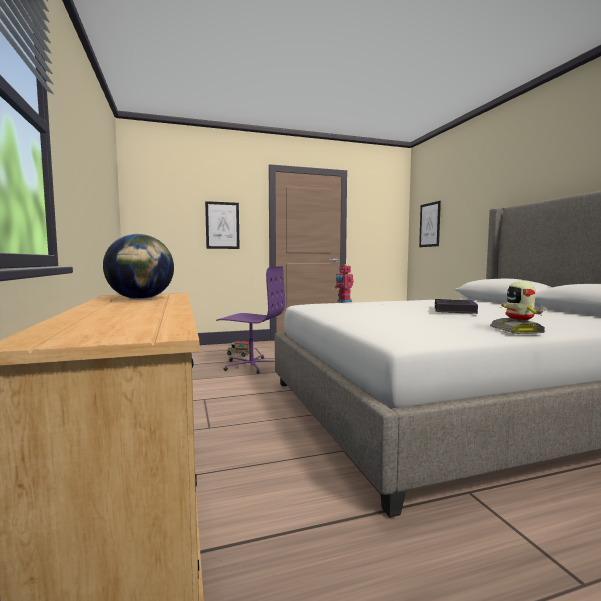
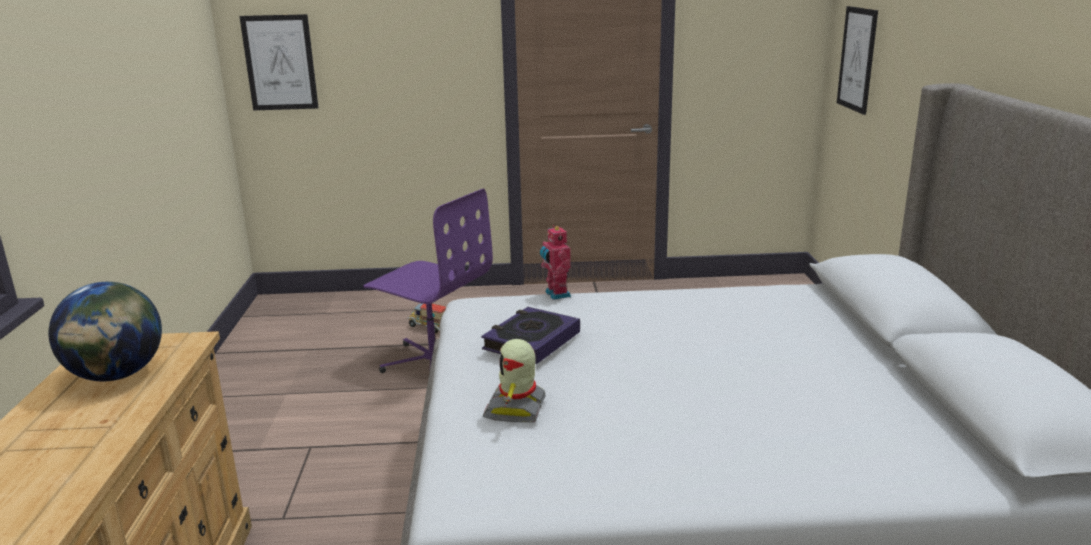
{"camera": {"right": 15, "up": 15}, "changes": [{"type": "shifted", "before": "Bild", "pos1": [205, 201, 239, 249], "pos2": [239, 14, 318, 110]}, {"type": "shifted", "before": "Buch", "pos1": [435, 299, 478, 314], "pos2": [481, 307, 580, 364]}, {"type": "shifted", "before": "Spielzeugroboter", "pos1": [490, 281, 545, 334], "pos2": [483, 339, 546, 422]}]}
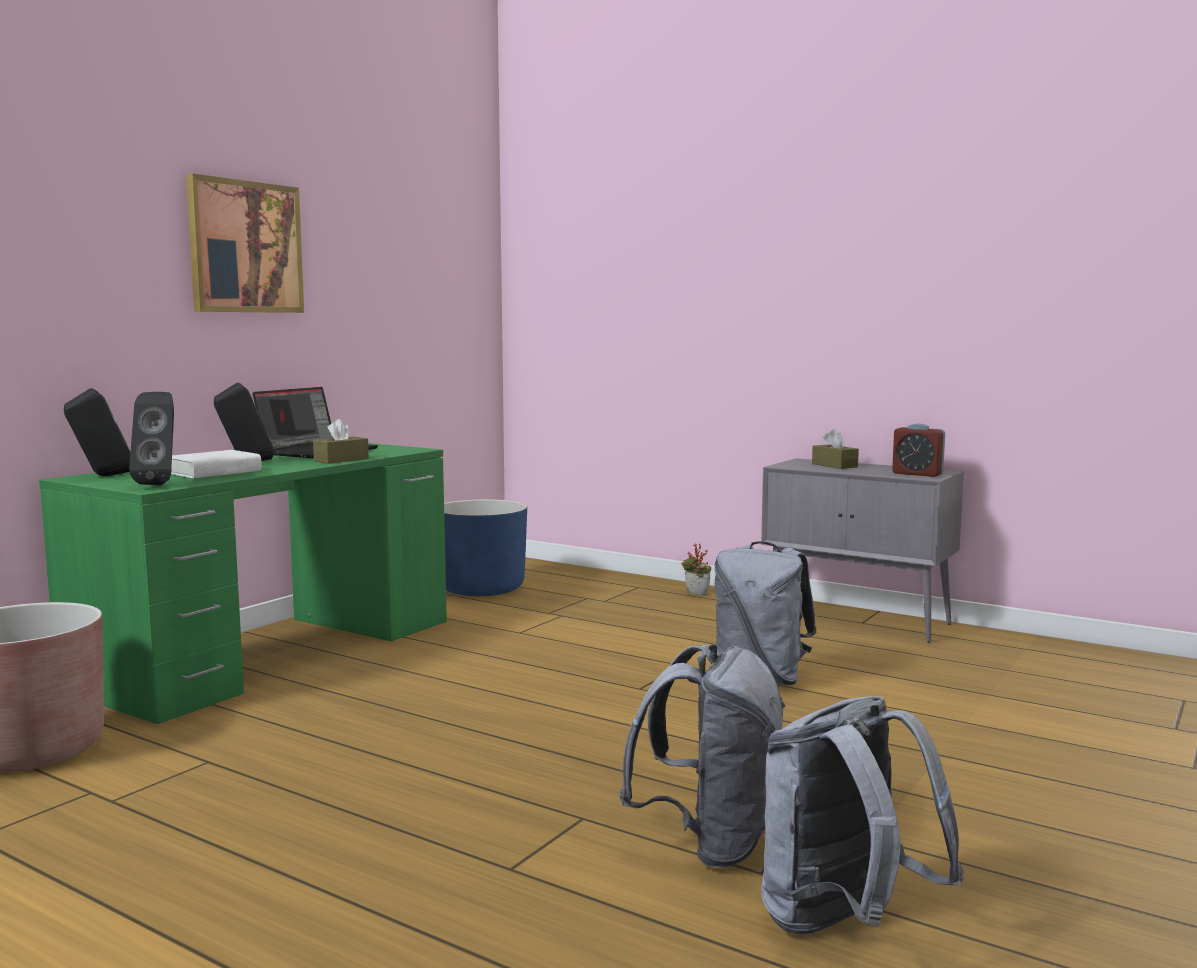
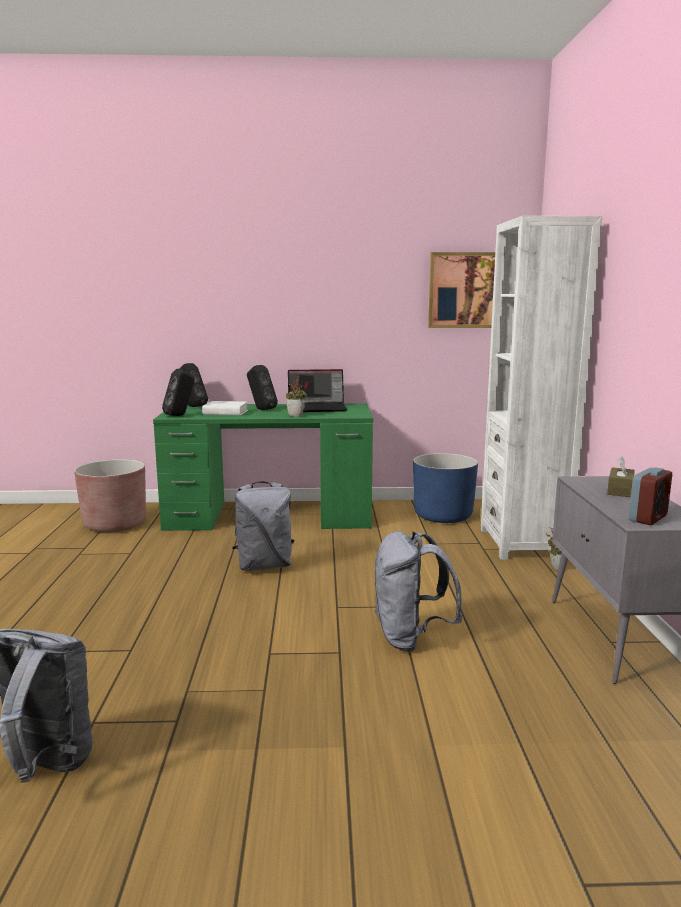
{"camera": {"right": 55, "up": 5}, "changes": [{"type": "shifted", "before": "Rucksack [grau]", "pos1": [619, 645, 786, 868], "pos2": [232, 481, 294, 571]}, {"type": "swapped", "before": "Taschentuchbox [braun]", "after": "Topfpflanze", "pos1": [313, 419, 369, 464], "pos2": [286, 376, 307, 417]}, {"type": "shifted", "before": "Bild", "pos1": [186, 173, 304, 313], "pos2": [428, 252, 495, 328]}, {"type": "new", "after": "Bücherregal [weiß]", "pos2": [481, 216, 602, 560]}, {"type": "rotated", "before": "Wecker", "pos1": [892, 424, 945, 477], "pos2": [629, 467, 672, 525], "turn": -135}]}
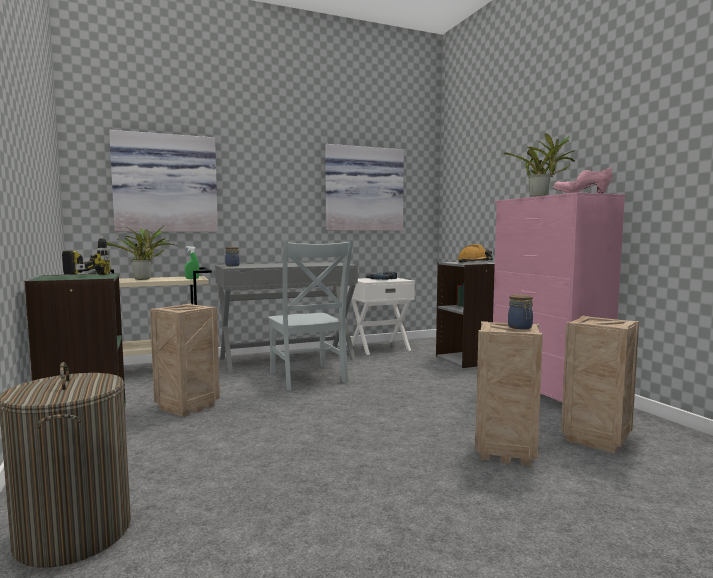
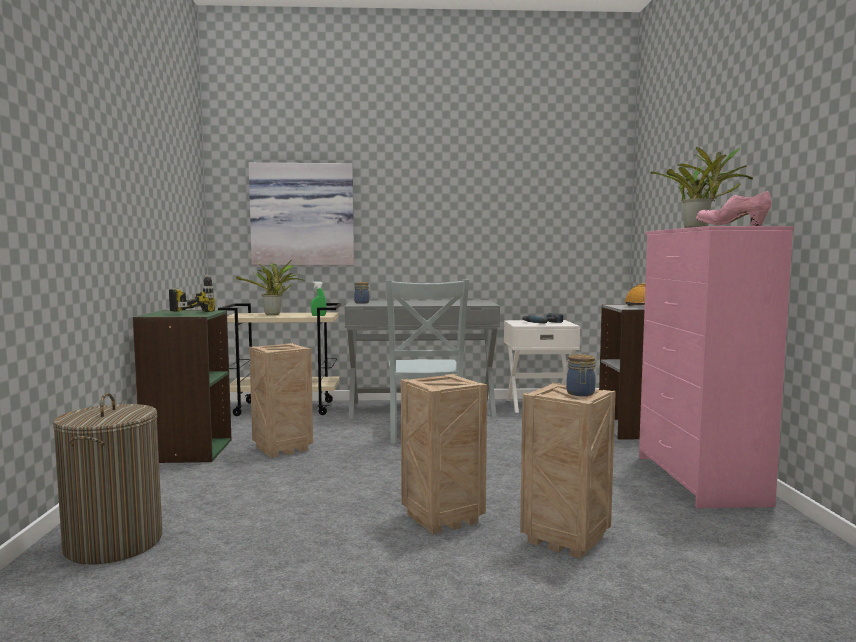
{"camera": {"right": 20, "up": 0}, "changes": [{"type": "shifted", "before": "Kiste", "pos1": [561, 316, 639, 453], "pos2": [401, 374, 487, 534]}, {"type": "gone", "before": "Bild", "pos1": [325, 144, 404, 231]}]}
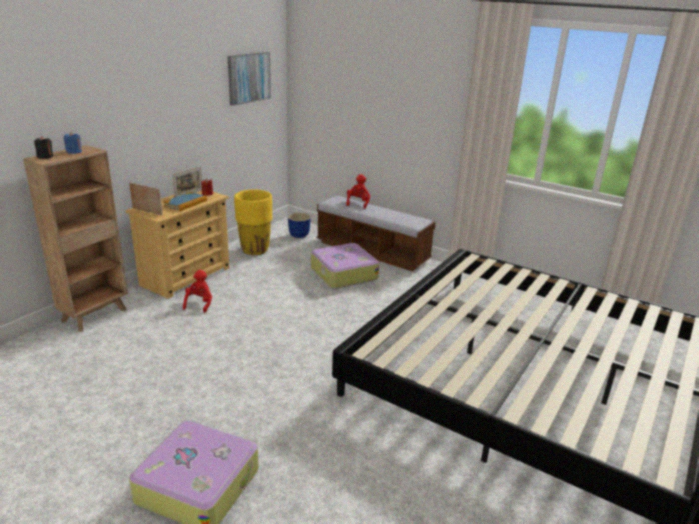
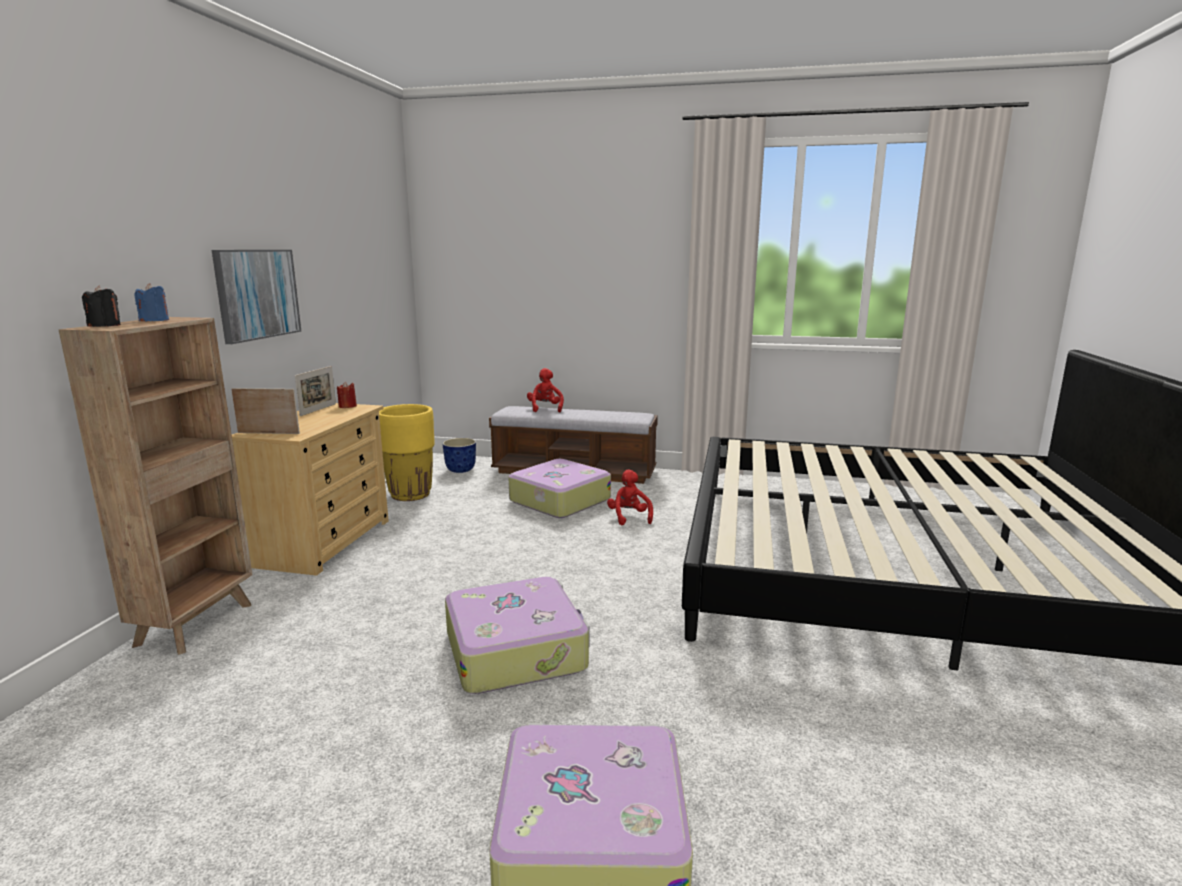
{"camera": {"right": -20, "up": -10}, "changes": [{"type": "shifted", "before": "Bild", "pos1": [227, 52, 271, 106], "pos2": [212, 250, 301, 344]}, {"type": "new", "after": "Koffer", "pos2": [445, 577, 590, 694]}, {"type": "shifted", "before": "Plüschtier [rot]", "pos1": [183, 270, 212, 313], "pos2": [607, 470, 653, 525]}, {"type": "gone", "before": "Buch", "pos1": [164, 192, 207, 211]}]}
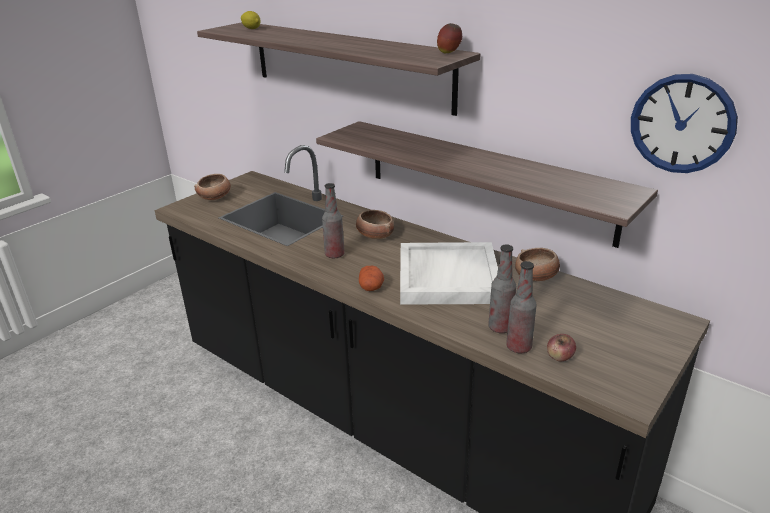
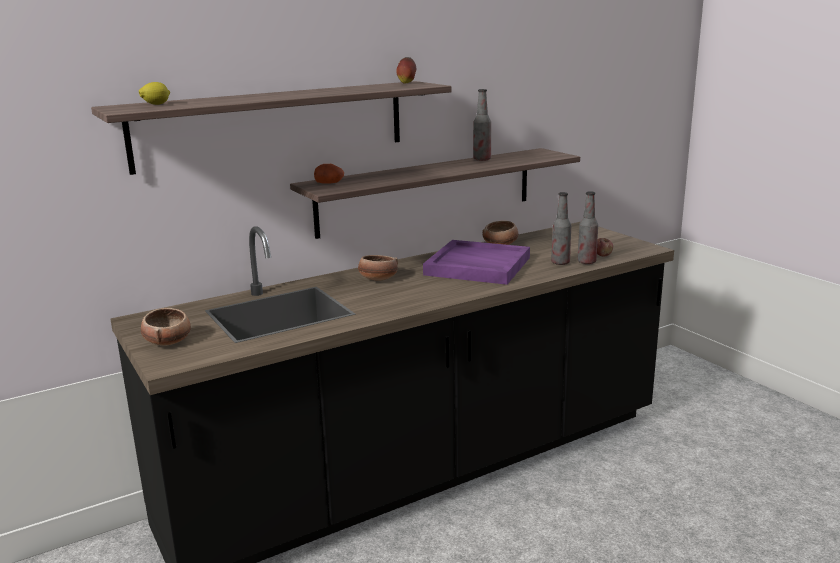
{"camera": {"right": -70, "up": -10}, "changes": [{"type": "shifted", "before": "Kartoffel", "pos1": [359, 266, 384, 291], "pos2": [314, 164, 344, 184]}, {"type": "repainted", "before": "Tablett [weiß]", "after": "Tablett [lila]", "pos1": [400, 242, 498, 305], "pos2": [423, 240, 530, 285]}, {"type": "shifted", "before": "Flasche", "pos1": [322, 183, 345, 258], "pos2": [473, 89, 491, 161]}, {"type": "gone", "before": "Wanduhr", "pos1": [631, 74, 738, 173]}]}
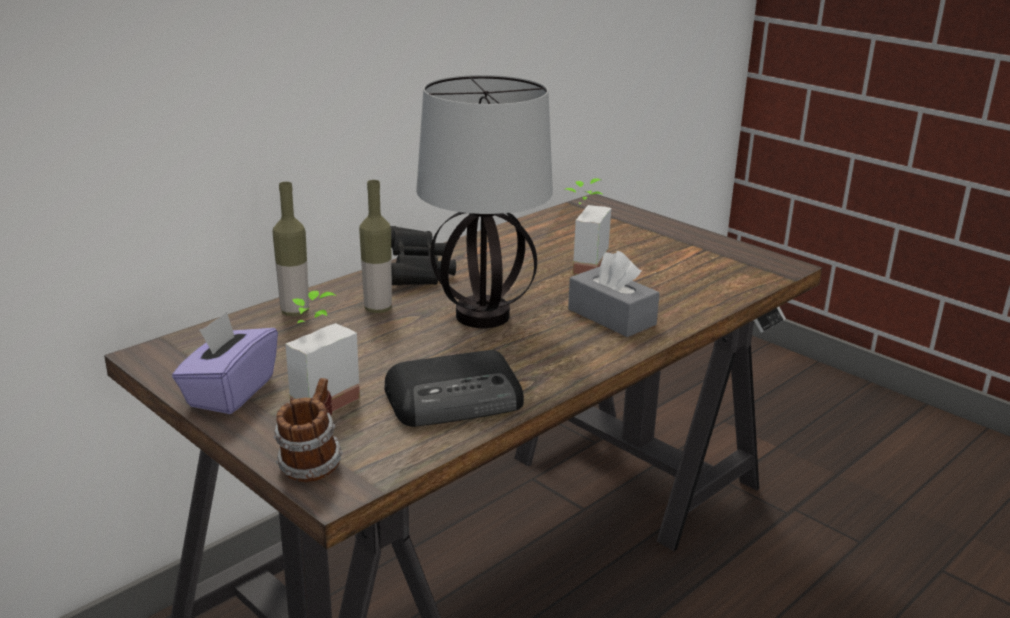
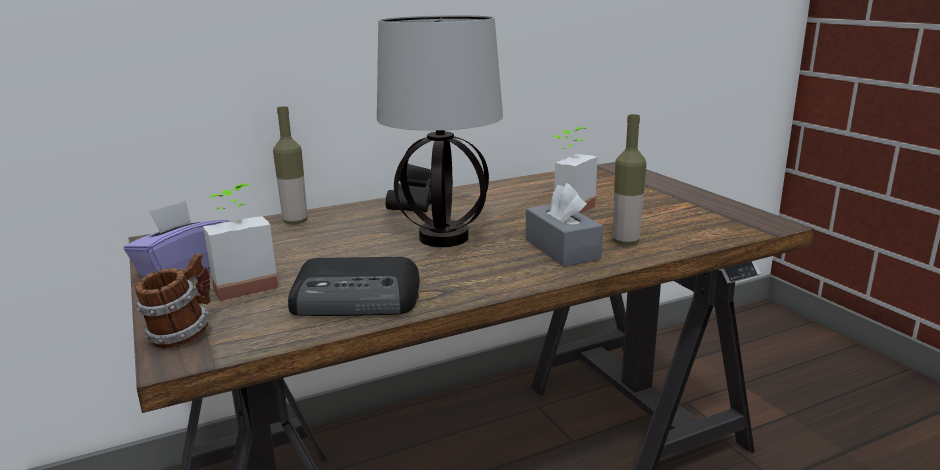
{"camera": {"right": 20, "up": -5}, "changes": [{"type": "shifted", "before": "Flasche", "pos1": [359, 180, 392, 313], "pos2": [613, 114, 646, 245]}]}
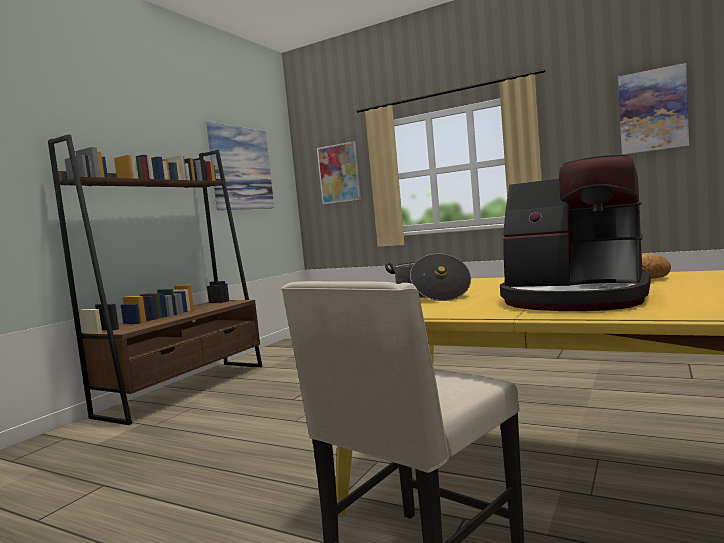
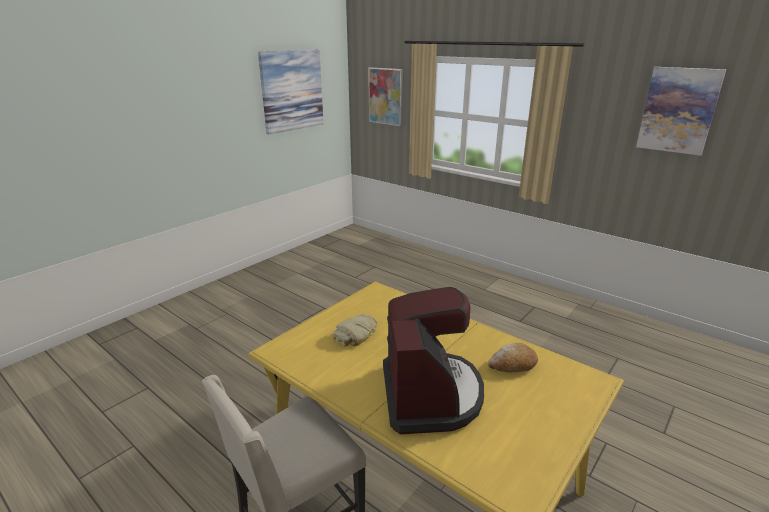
{"camera": {"right": 10, "up": 20}, "changes": [{"type": "swapped", "before": "Kochtopf", "after": "Brot", "pos1": [385, 254, 471, 301], "pos2": [333, 314, 377, 347]}, {"type": "rotated", "before": "Kaffeemaschine", "pos1": [500, 155, 650, 311], "pos2": [383, 287, 484, 434], "turn": -135}, {"type": "gone", "before": "Bücherregal [braun]", "pos1": [48, 134, 263, 425]}]}
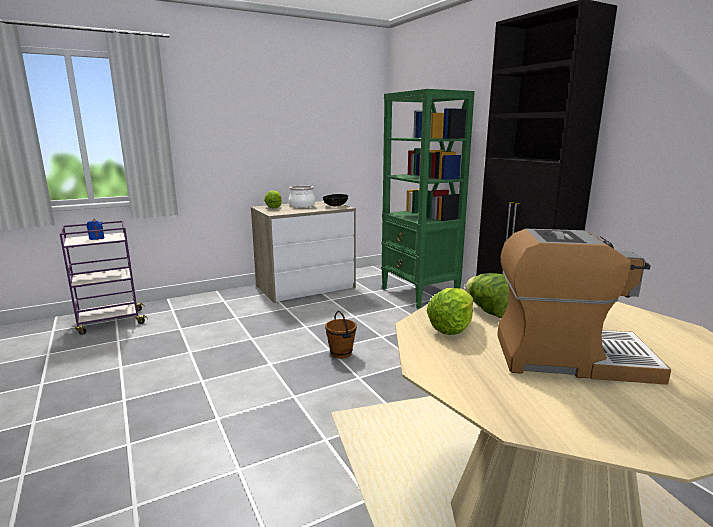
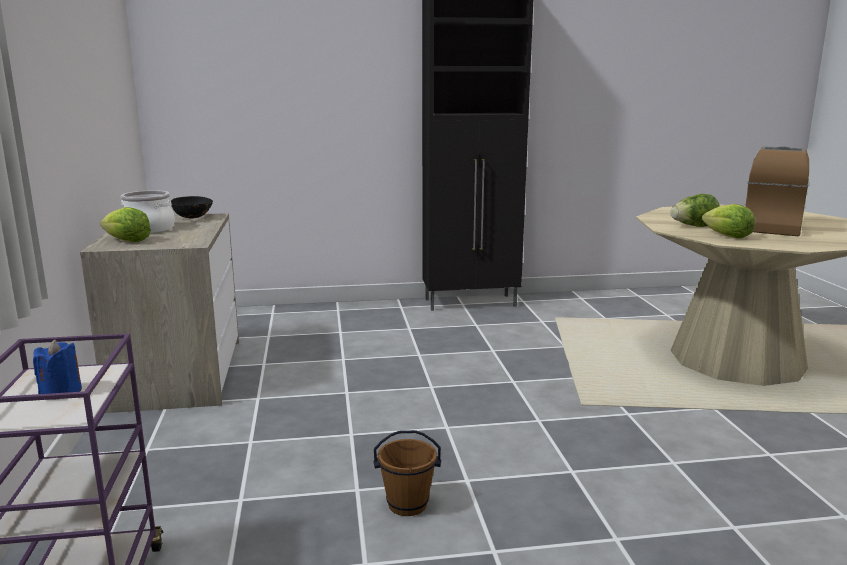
{"camera": {"right": -70, "up": 0}, "changes": [{"type": "shifted", "before": "Eimer [braun]", "pos1": [325, 311, 357, 359], "pos2": [374, 430, 441, 516]}, {"type": "gone", "before": "Bücherregal [grün]", "pos1": [381, 89, 475, 309]}]}
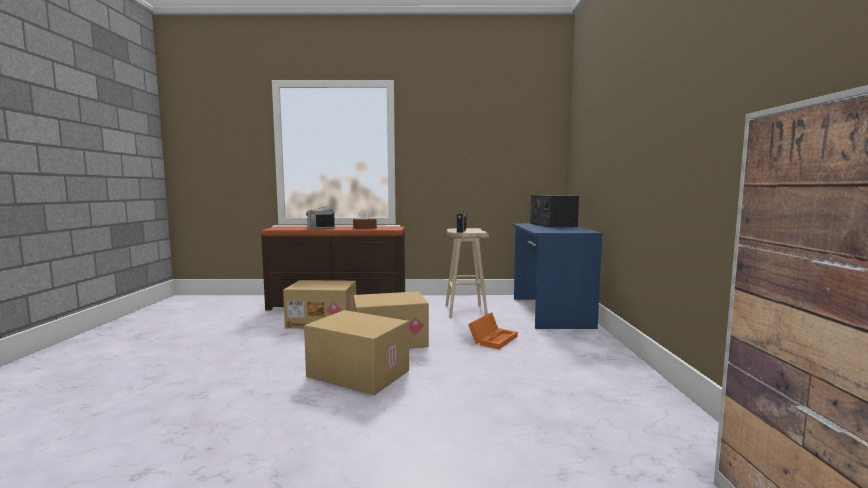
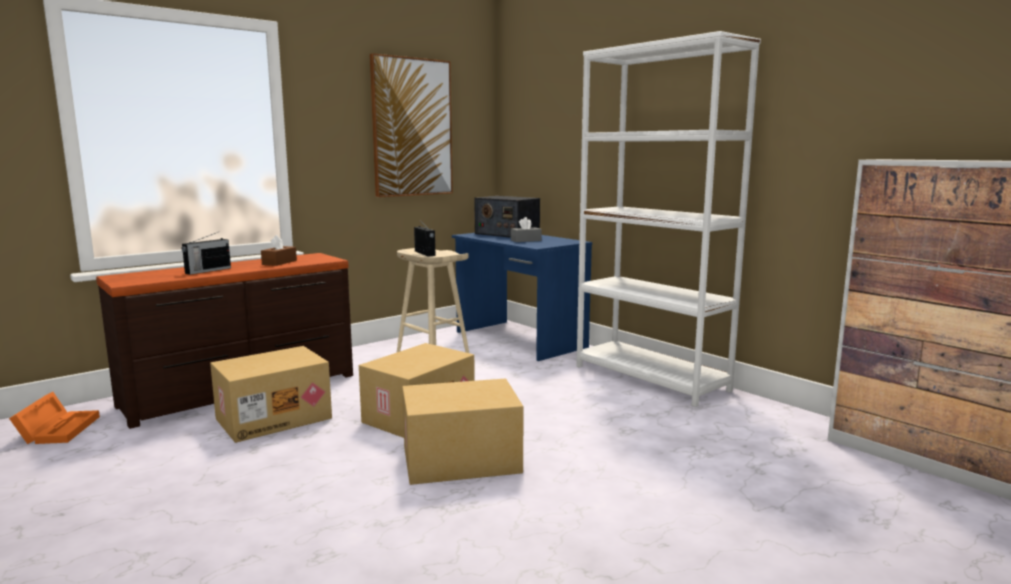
{"camera": {"right": -40, "up": 5}, "changes": [{"type": "shifted", "before": "Aufbewahrungsbox [orange]", "pos1": [468, 313, 518, 349], "pos2": [9, 392, 100, 444]}, {"type": "new", "after": "Bild", "pos2": [370, 53, 453, 197]}, {"type": "new", "after": "Taschentuchbox [grau]", "pos2": [511, 217, 542, 242]}, {"type": "new", "after": "Bücherregal [weiß]", "pos2": [576, 31, 761, 407]}]}
